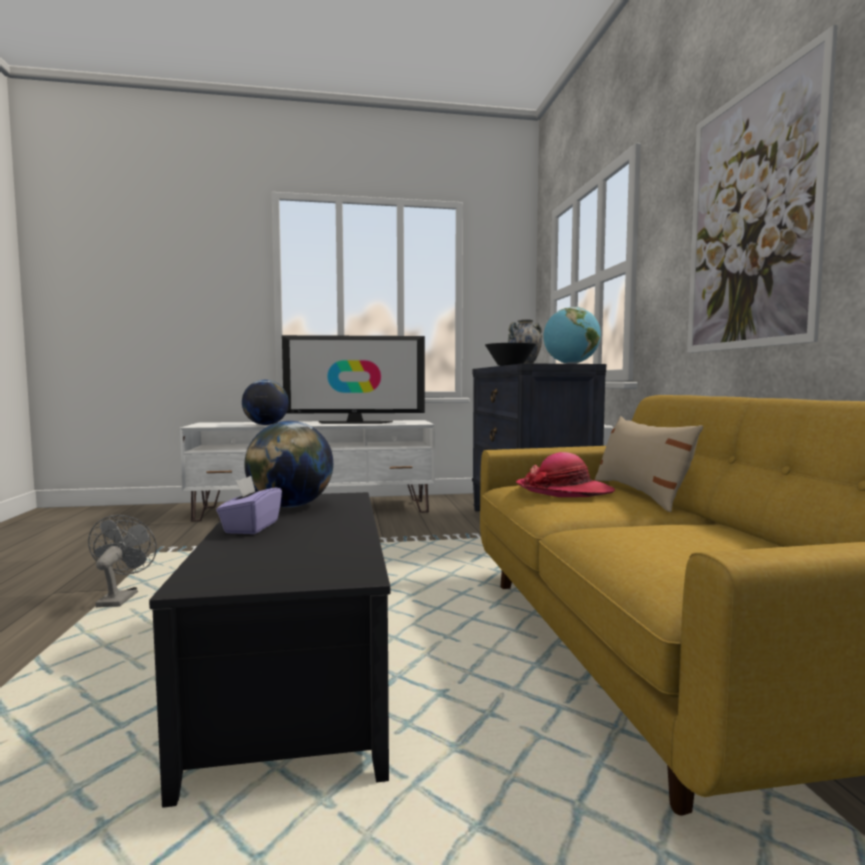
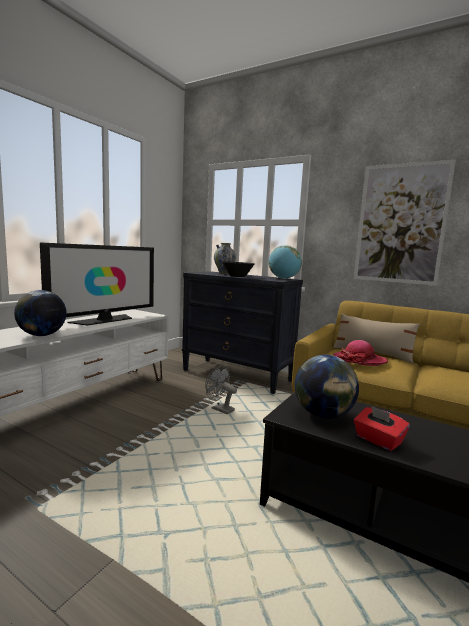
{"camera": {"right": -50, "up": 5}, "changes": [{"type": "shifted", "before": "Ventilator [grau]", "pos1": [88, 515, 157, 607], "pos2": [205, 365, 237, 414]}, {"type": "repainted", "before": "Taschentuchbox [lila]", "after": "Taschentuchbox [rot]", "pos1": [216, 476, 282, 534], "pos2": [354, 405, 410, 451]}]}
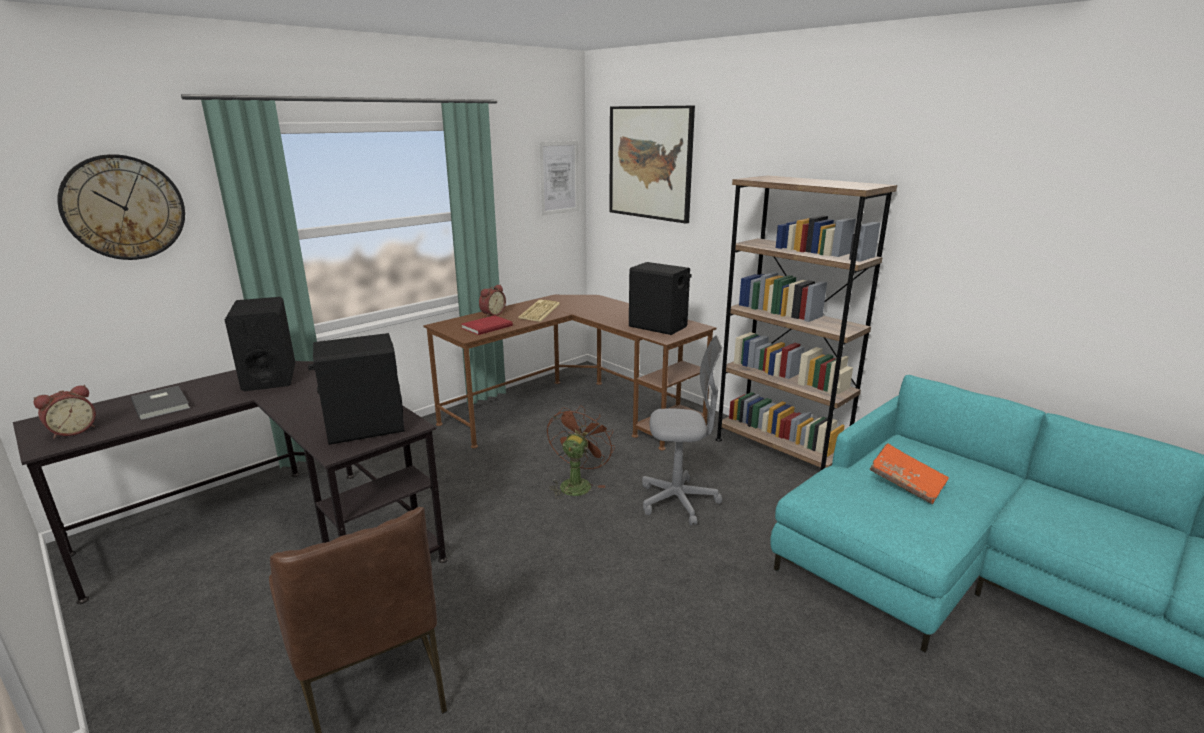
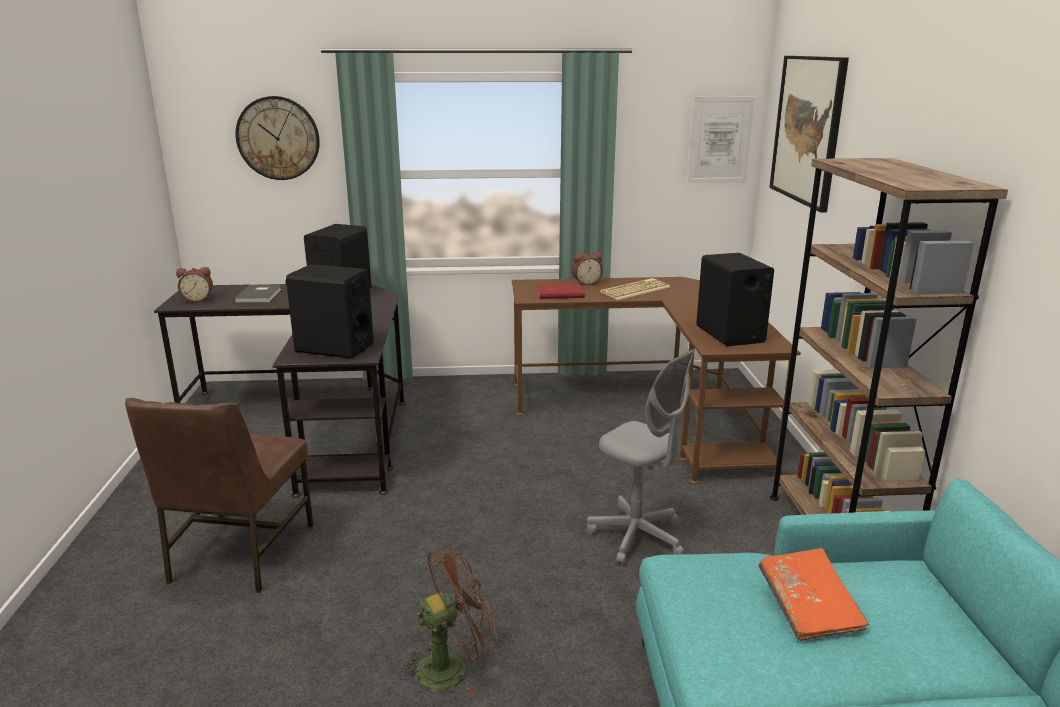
{"camera": {"right": 40, "up": 0}, "changes": [{"type": "shifted", "before": "Ventilator [braun]", "pos1": [547, 405, 615, 499], "pos2": [399, 544, 498, 697]}]}
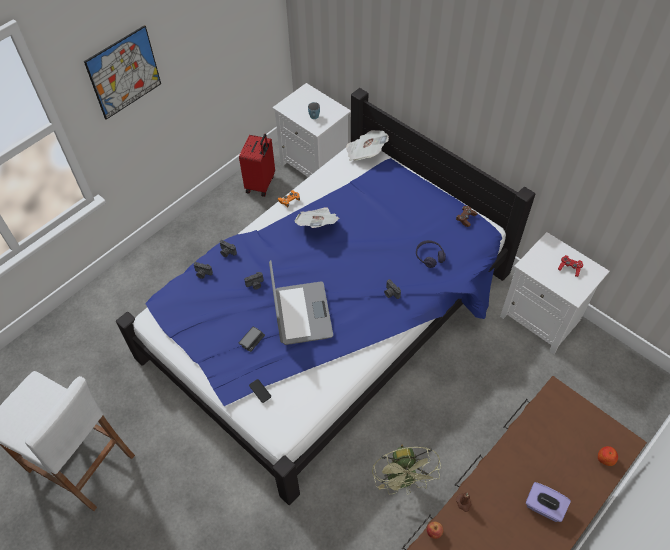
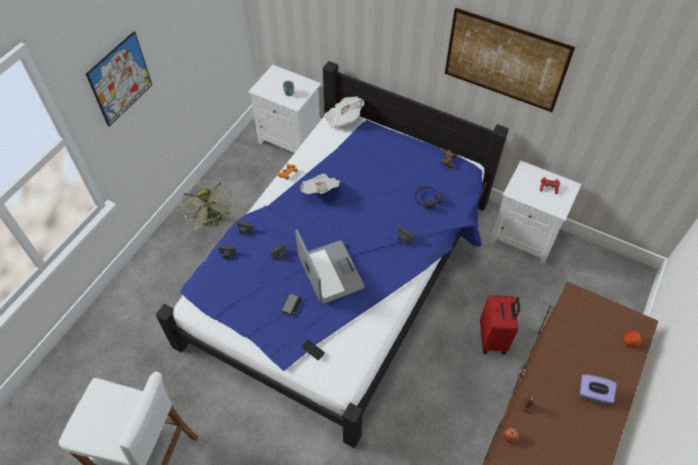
{"camera": {"right": -15, "up": 0}, "changes": [{"type": "shifted", "before": "Ventilator [grün]", "pos1": [372, 445, 441, 495], "pos2": [180, 181, 233, 230]}, {"type": "new", "after": "Bild", "pos2": [445, 8, 575, 112]}, {"type": "shifted", "before": "Koffer [rot]", "pos1": [239, 134, 275, 197], "pos2": [480, 296, 520, 355]}]}
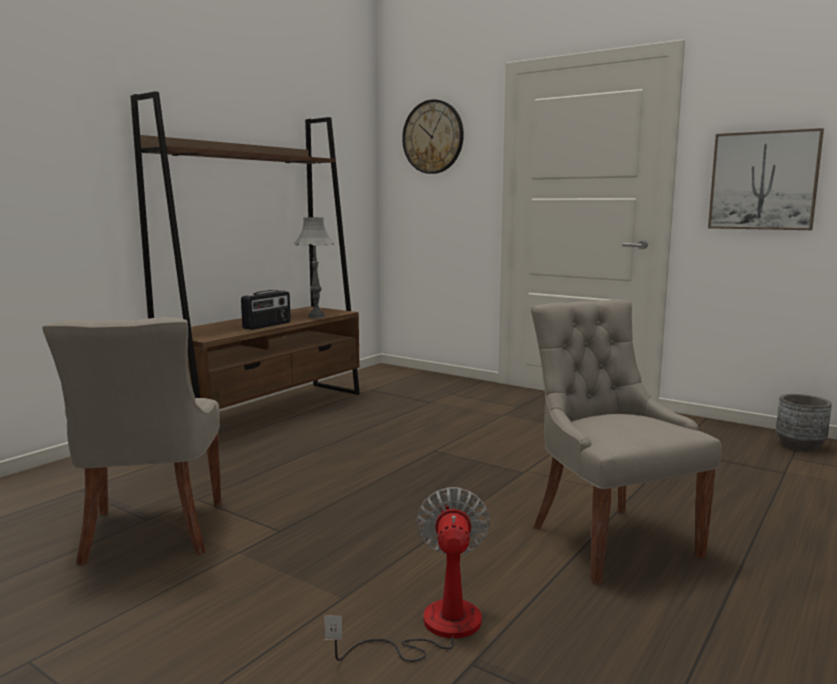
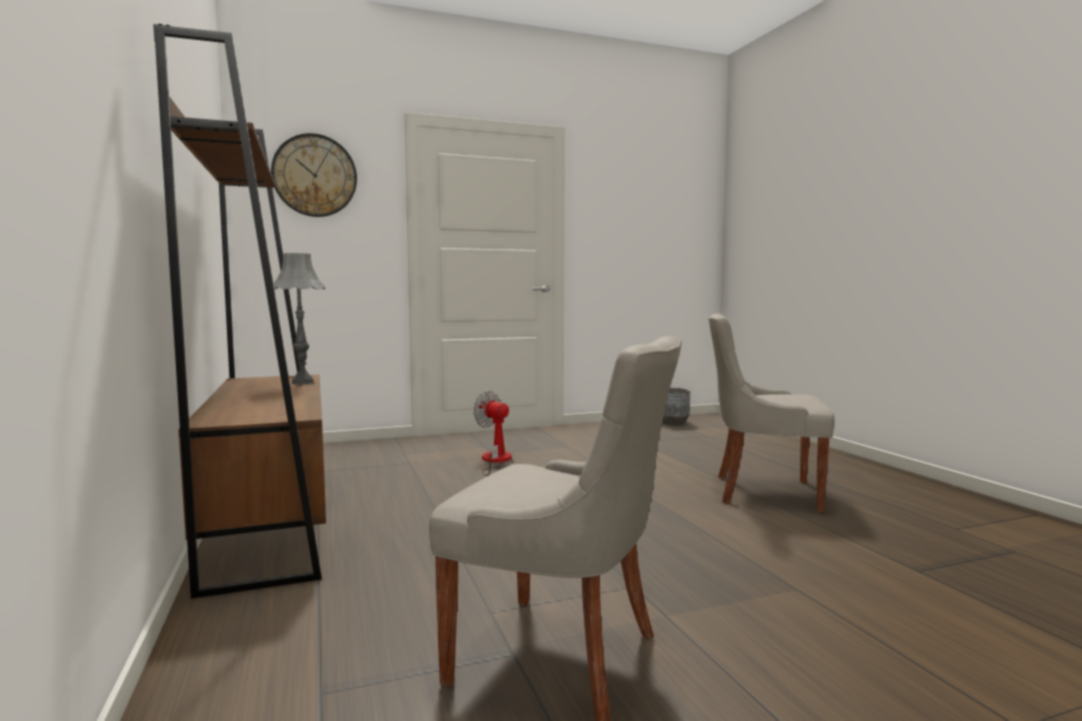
{"camera": {"right": -55, "up": -5}, "changes": [{"type": "shifted", "before": "Ventilator", "pos1": [324, 487, 490, 662], "pos2": [473, 390, 515, 476]}, {"type": "gone", "before": "Radio", "pos1": [241, 290, 291, 330]}, {"type": "gone", "before": "Bild", "pos1": [708, 128, 824, 230]}]}
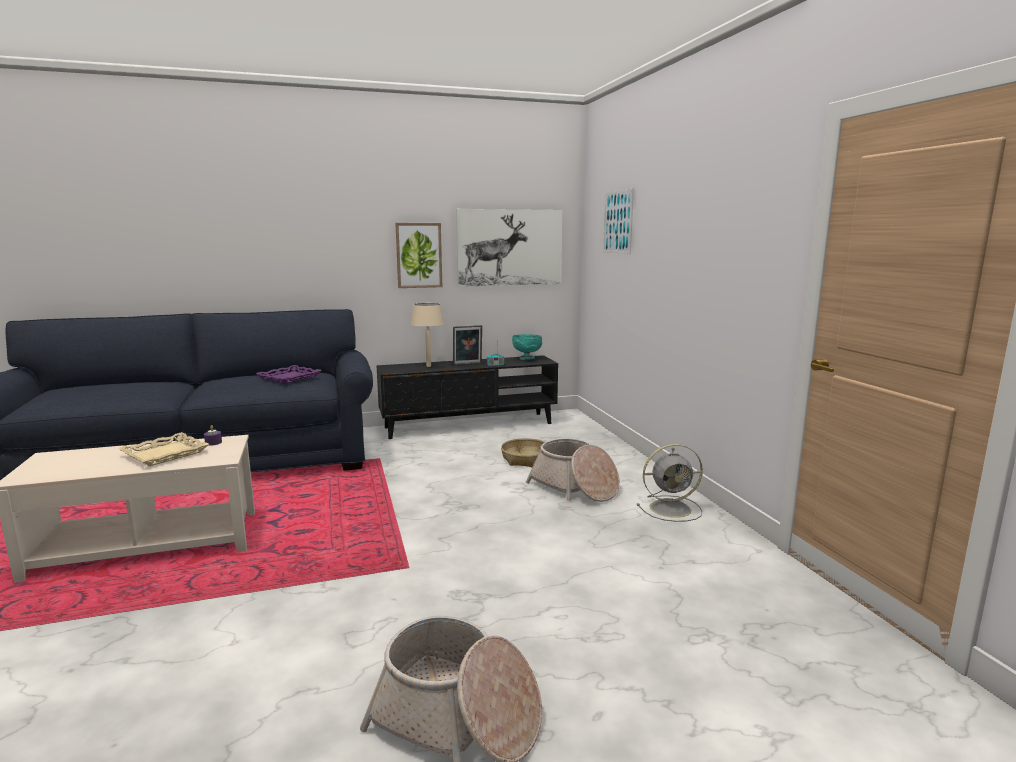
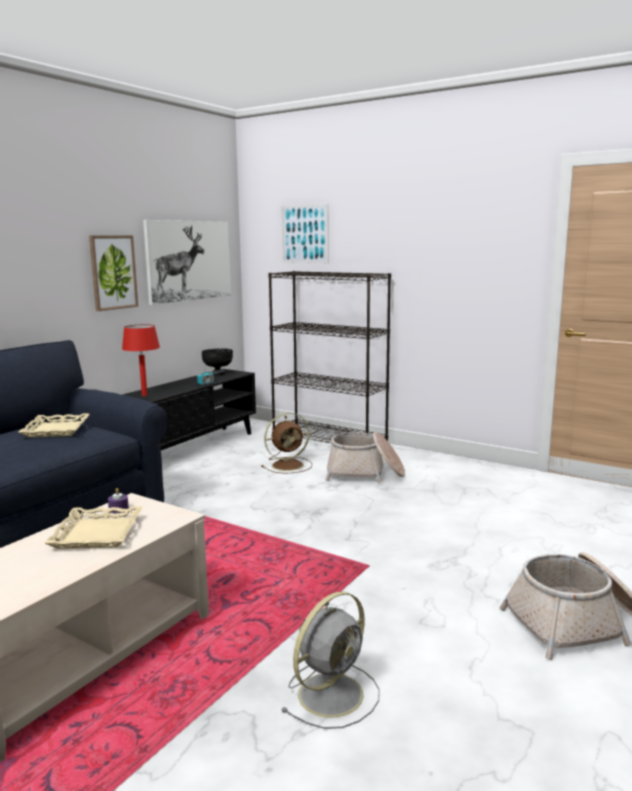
{"camera": {"right": -40, "up": 0}, "changes": [{"type": "repainted", "before": "Tablett [lila]", "after": "Tablett [beige]", "pos1": [256, 365, 322, 384], "pos2": [18, 413, 90, 438]}, {"type": "repainted", "before": "Tischlampe [beige]", "after": "Tischlampe [rot]", "pos1": [411, 303, 444, 367], "pos2": [122, 324, 160, 396]}, {"type": "repainted", "before": "Schüssel [türkis]", "after": "Schüssel [schwarz]", "pos1": [512, 334, 542, 360], "pos2": [202, 348, 233, 375]}, {"type": "swapped", "before": "Korb", "after": "Ventilator [braun]", "pos1": [501, 438, 545, 467], "pos2": [261, 413, 312, 474]}, {"type": "new", "after": "Bücherregal [schwarz]", "pos2": [268, 271, 391, 443]}, {"type": "shifted", "before": "Ventilator [grau]", "pos1": [637, 444, 703, 522], "pos2": [281, 592, 379, 729]}, {"type": "gone", "before": "Bilderrahmen", "pos1": [453, 325, 482, 365]}]}
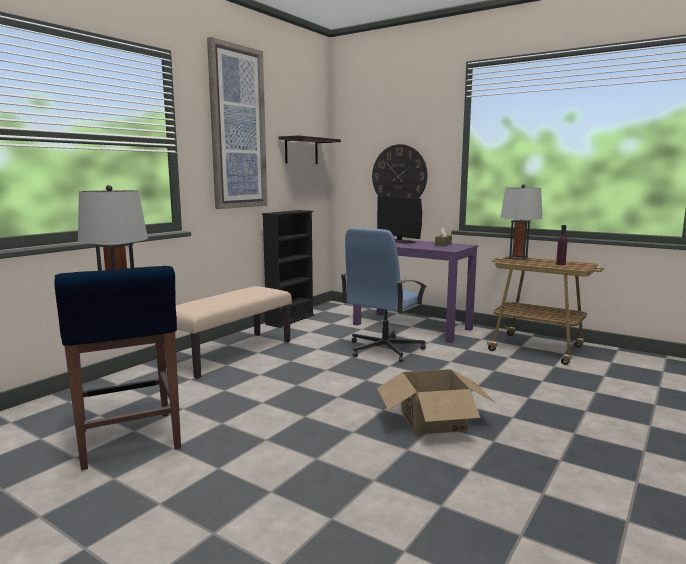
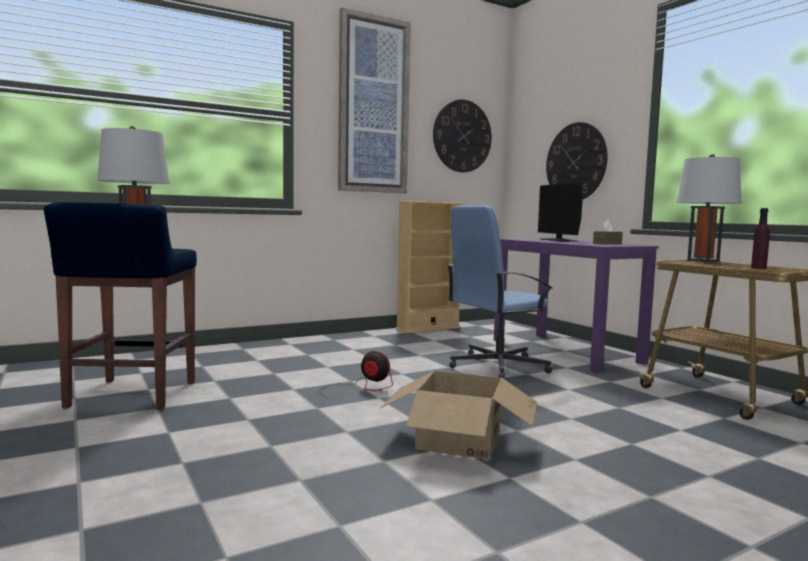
{"camera": {"right": 25, "up": -5}, "changes": [{"type": "new", "after": "Ventilator", "pos2": [319, 351, 393, 405]}, {"type": "repainted", "before": "Bücherregal [schwarz]", "after": "Bücherregal [beige]", "pos1": [262, 210, 314, 328], "pos2": [396, 201, 465, 333]}, {"type": "swapped", "before": "Wandregal", "after": "Wanduhr", "pos1": [279, 135, 341, 164], "pos2": [433, 100, 492, 172]}, {"type": "gone", "before": "Bank [beige]", "pos1": [176, 286, 292, 379]}]}
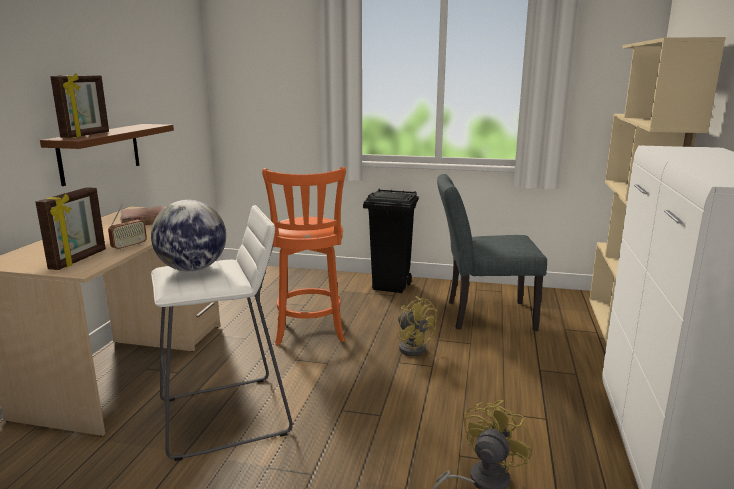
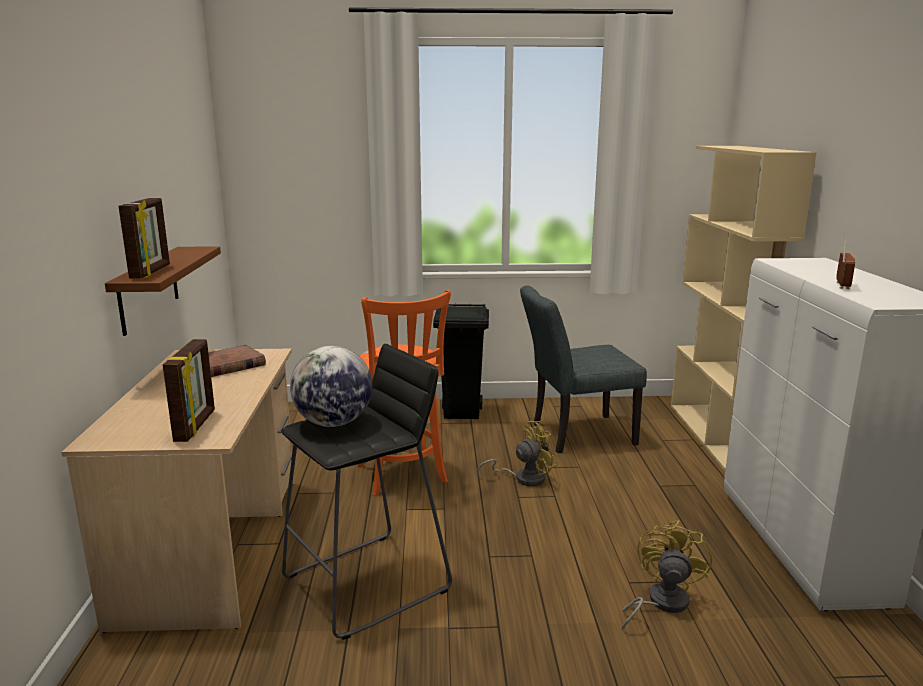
{"camera": {"right": -15, "up": 0}, "changes": [{"type": "repainted", "before": "Hocker [weiß]", "after": "Hocker [schwarz]", "pos1": [151, 205, 293, 461], "pos2": [281, 344, 452, 640]}, {"type": "rotated", "before": "Ventilator [gelb]", "pos1": [397, 296, 437, 356], "pos2": [477, 421, 558, 486], "turn": -60}, {"type": "shifted", "before": "Radio", "pos1": [108, 204, 147, 251], "pos2": [836, 232, 855, 289]}]}
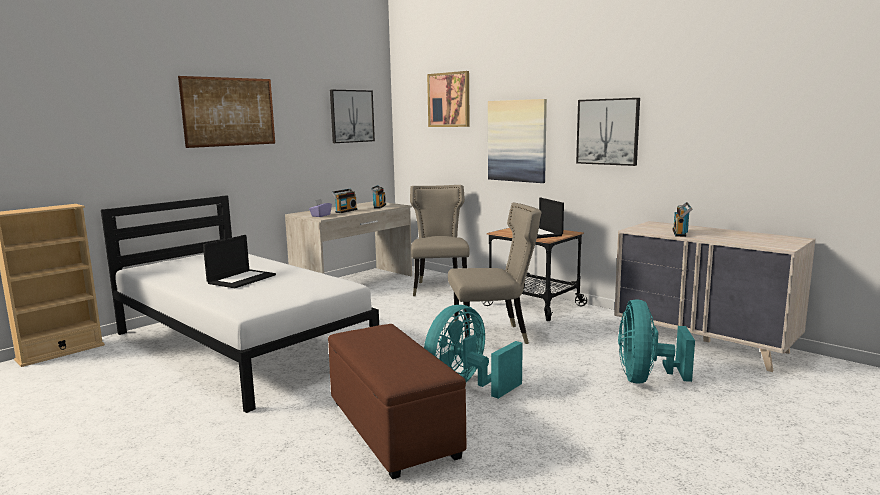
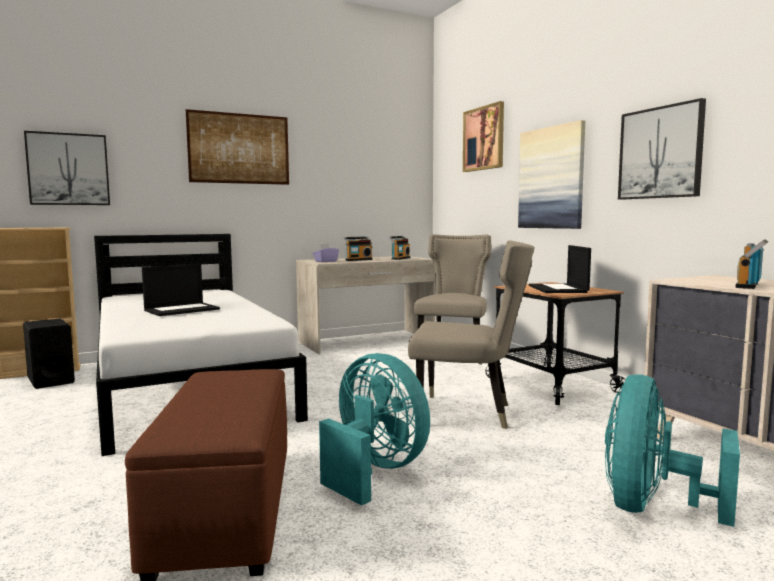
{"camera": {"right": 20, "up": -5}, "changes": [{"type": "new", "after": "Lautsprecher [schwarz]", "pos2": [23, 319, 75, 389]}, {"type": "shifted", "before": "Bild", "pos1": [330, 90, 375, 143], "pos2": [24, 131, 110, 205]}, {"type": "rotated", "before": "Ventilator [türkis]", "pos1": [424, 305, 523, 399], "pos2": [319, 353, 430, 506], "turn": 75}]}
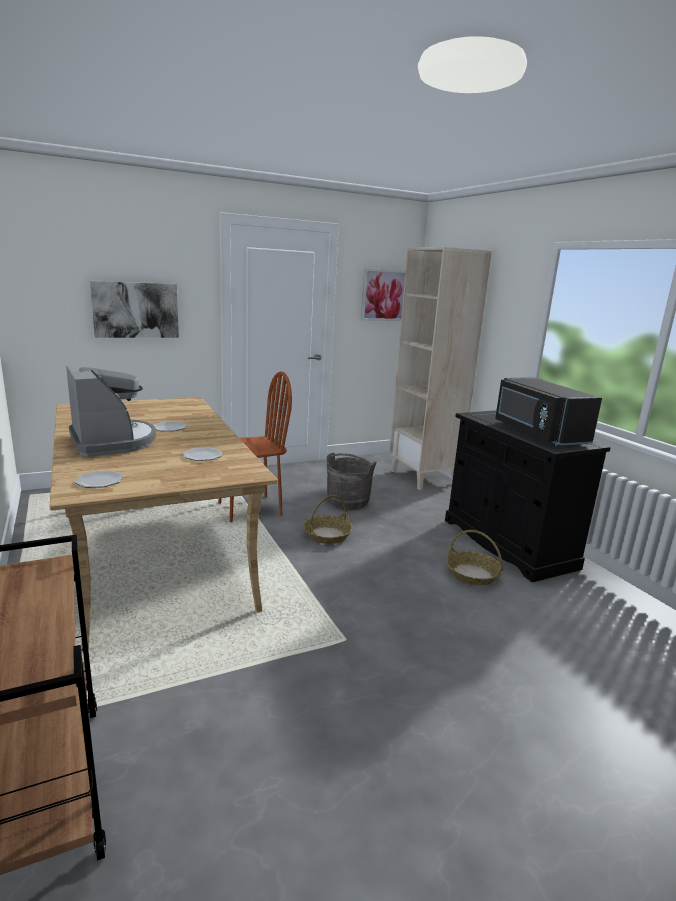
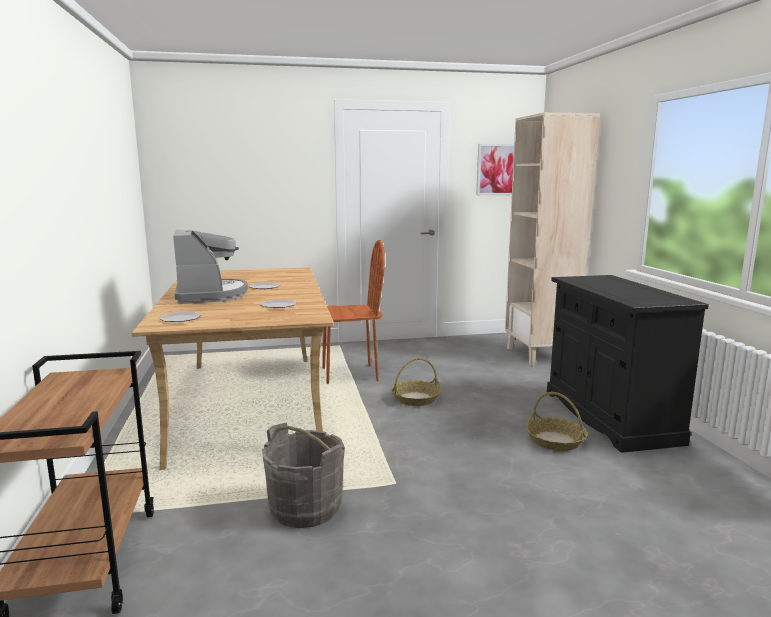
{"camera": {"right": 15, "up": -5}, "changes": [{"type": "shifted", "before": "Eimer [grau]", "pos1": [327, 453, 377, 509], "pos2": [262, 423, 345, 528]}, {"type": "gone", "before": "Bild", "pos1": [90, 281, 179, 338]}, {"type": "gone", "before": "Mikrowelle [schwarz]", "pos1": [495, 377, 602, 446]}]}
